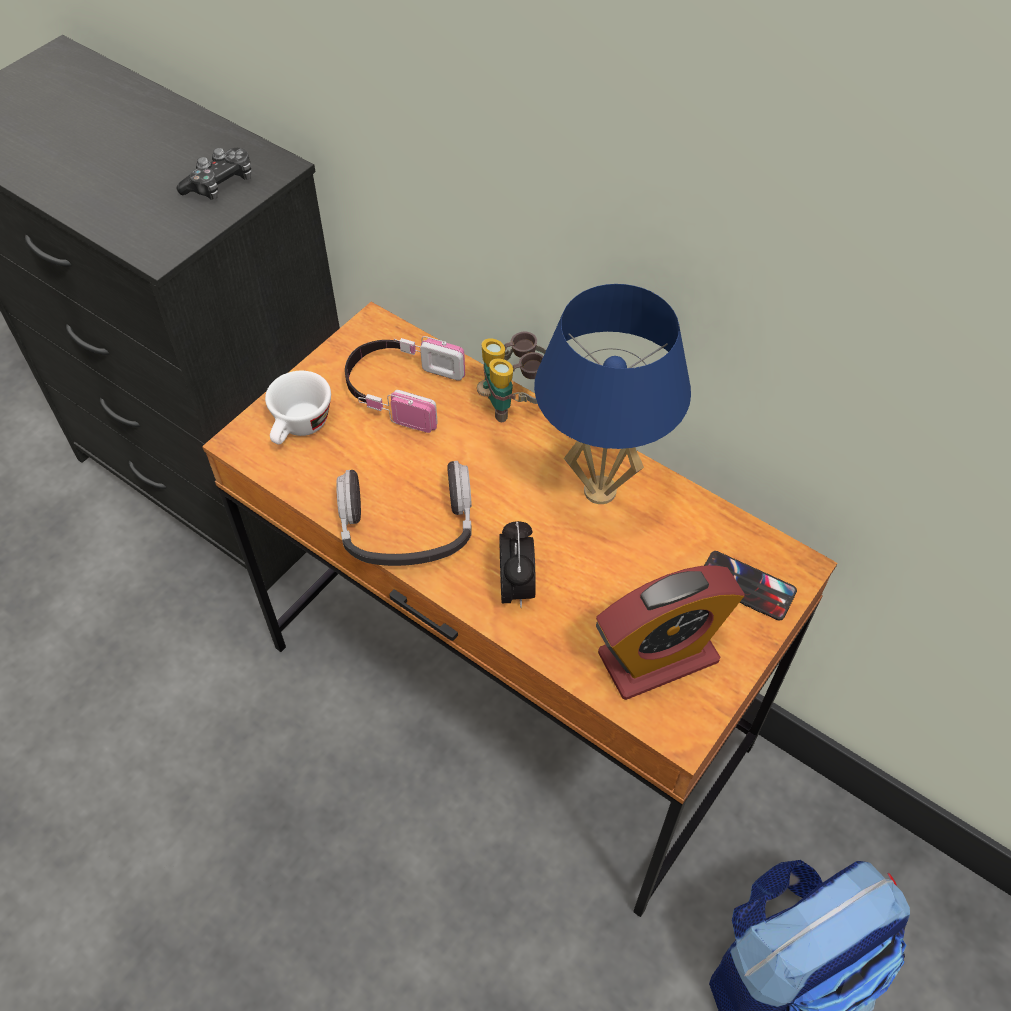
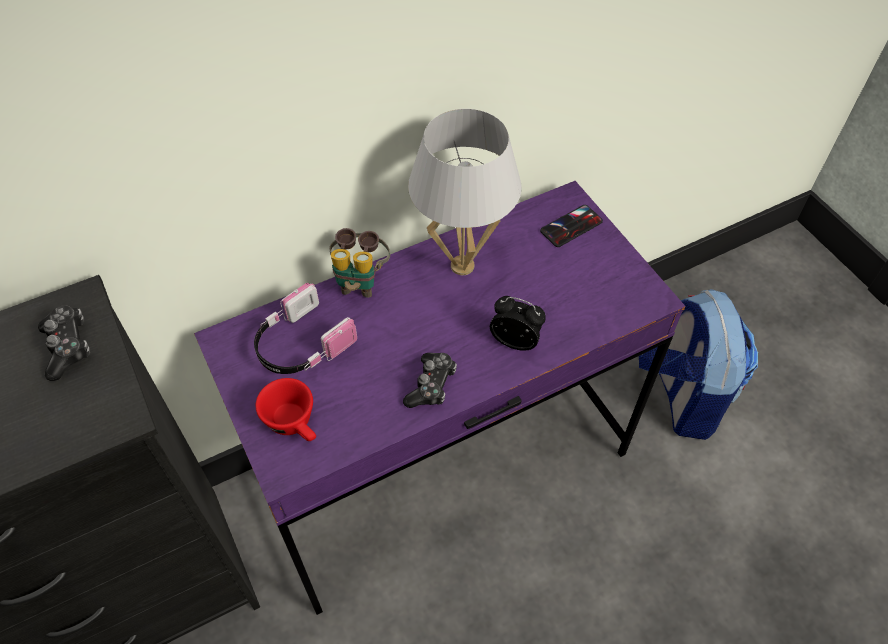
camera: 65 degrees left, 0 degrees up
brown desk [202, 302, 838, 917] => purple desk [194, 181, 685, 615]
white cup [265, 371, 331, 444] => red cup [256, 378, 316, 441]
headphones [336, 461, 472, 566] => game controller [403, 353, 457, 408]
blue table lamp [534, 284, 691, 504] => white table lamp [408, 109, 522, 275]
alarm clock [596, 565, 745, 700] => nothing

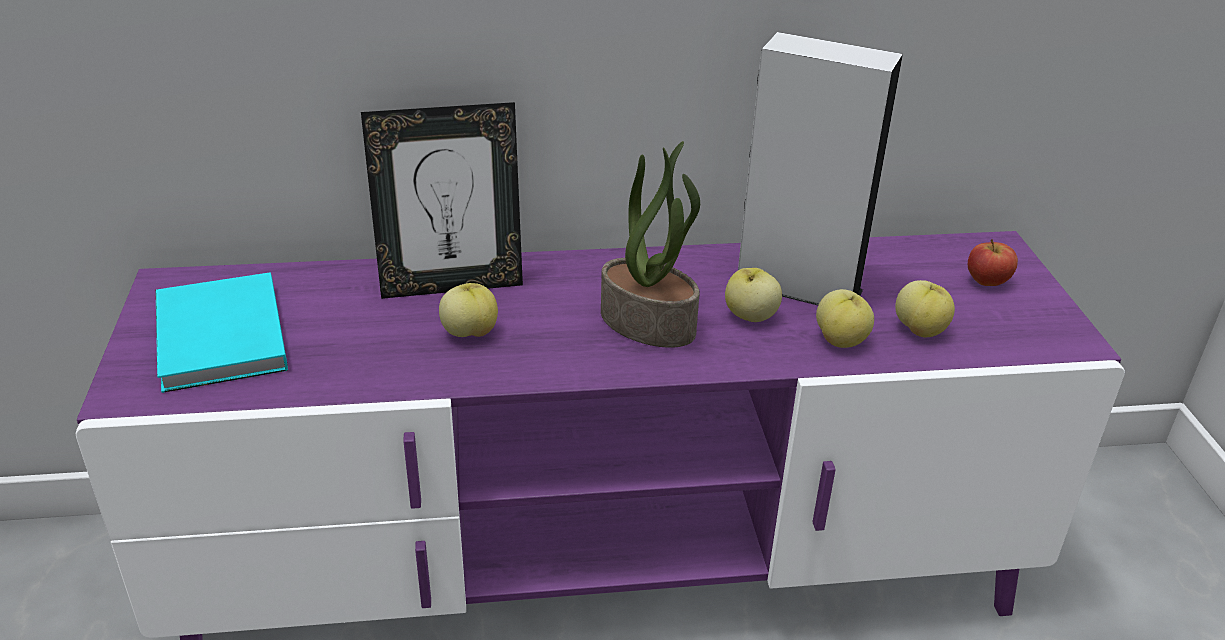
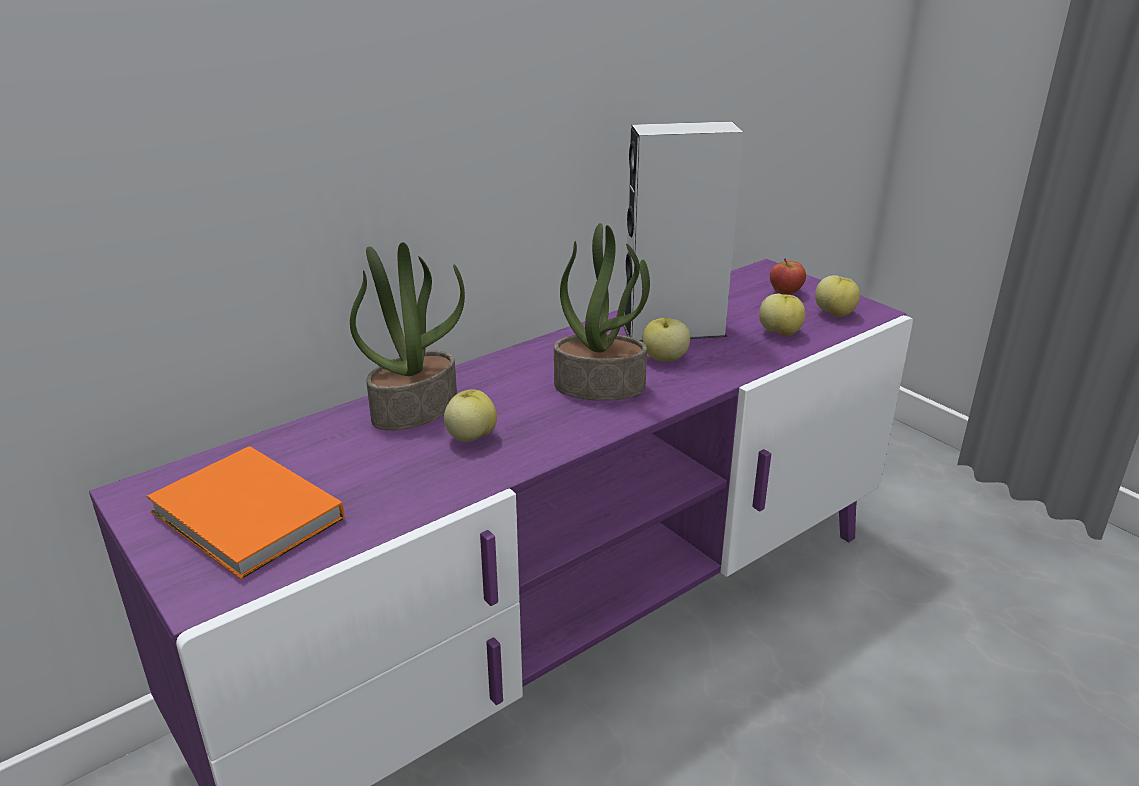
camera: 30 degrees left, 5 degrees down
turquoise book [155, 272, 288, 393] => orange book [146, 446, 344, 579]
picture frame [361, 102, 523, 299] => potted plant [350, 242, 465, 431]
apple [816, 289, 874, 348] => apple [815, 275, 860, 317], moved

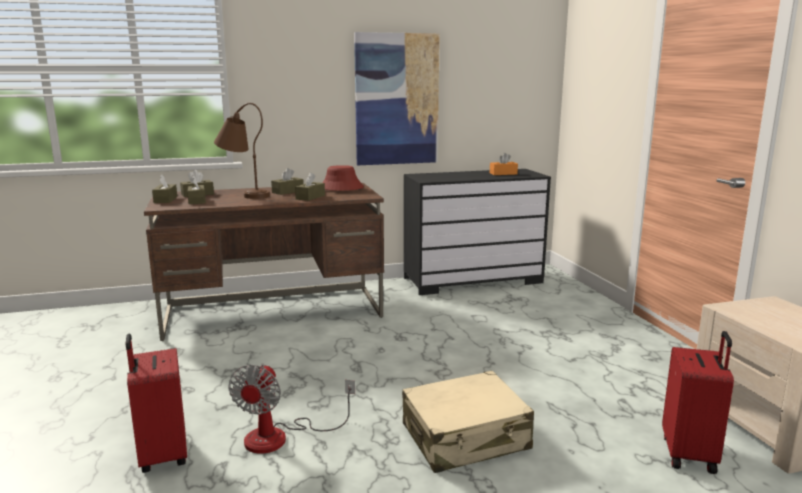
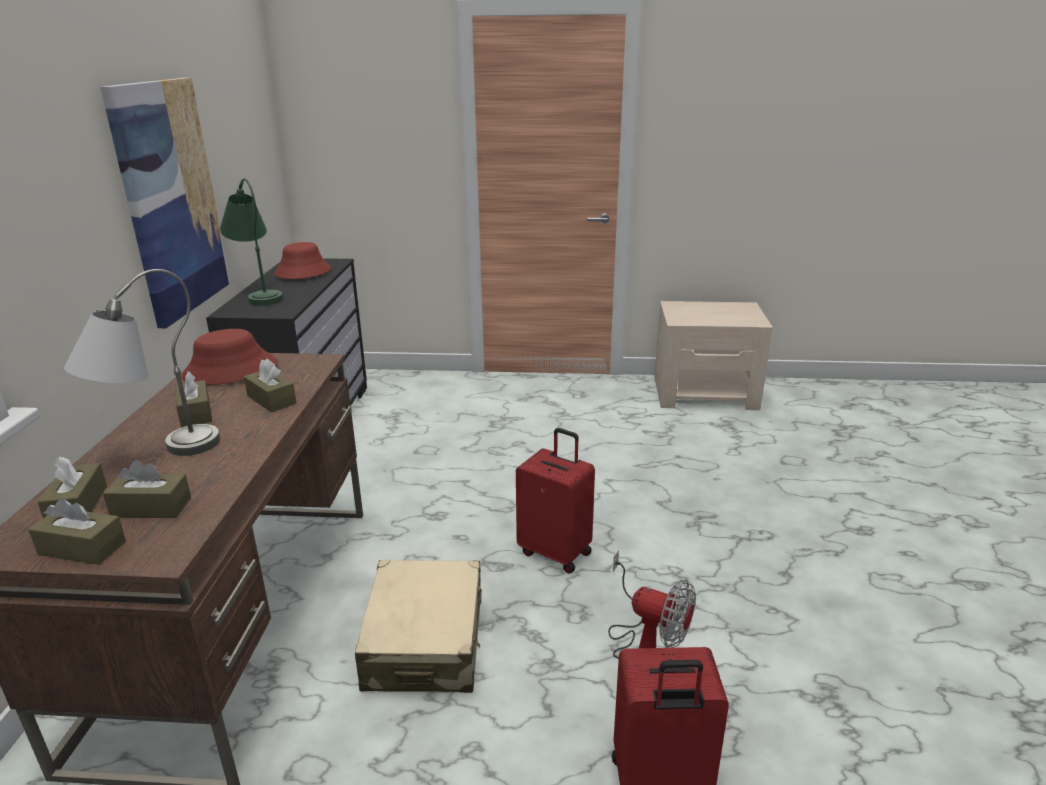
camera: 70 degrees left, 10 degrees up
brown table lamp [214, 103, 270, 199] => grey table lamp [64, 269, 220, 456]
beige suitcase [402, 371, 534, 473] => beige suitcase [355, 560, 482, 693], moved
orange tissue box [490, 153, 518, 175] => red hat [274, 242, 331, 279]
red suitcase [662, 331, 734, 474] => red suitcase [516, 428, 595, 574], moved
nothing => green table lamp [220, 178, 283, 306]

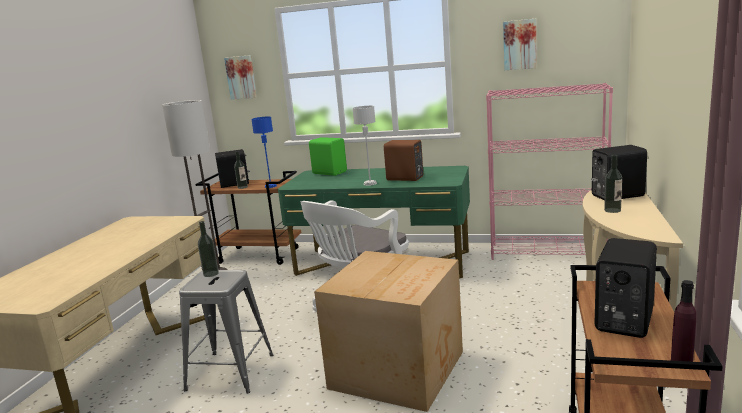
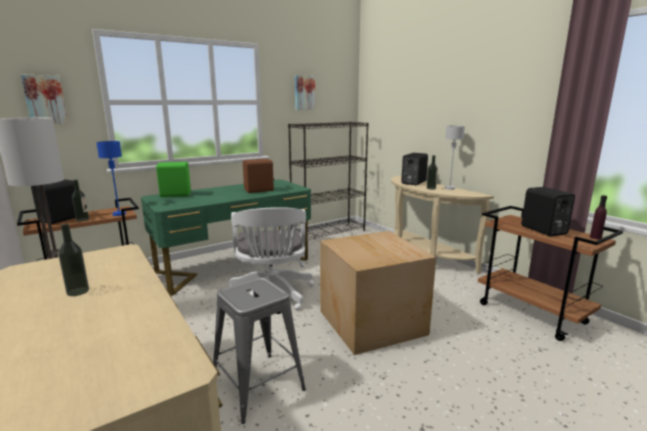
camera: 50 degrees left, 0 degrees up
bottle [198, 221, 219, 277] => bottle [59, 224, 89, 296], moved
grey table lamp [352, 106, 377, 186] => grey table lamp [444, 126, 465, 190], moved
pink bookcase [486, 83, 613, 260] => black bookcase [288, 122, 369, 240]

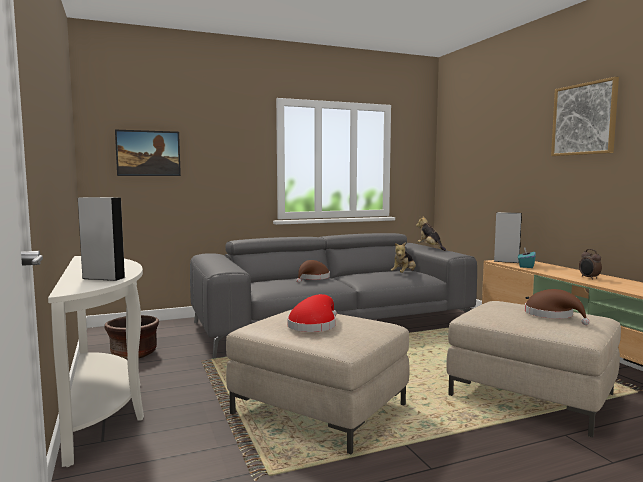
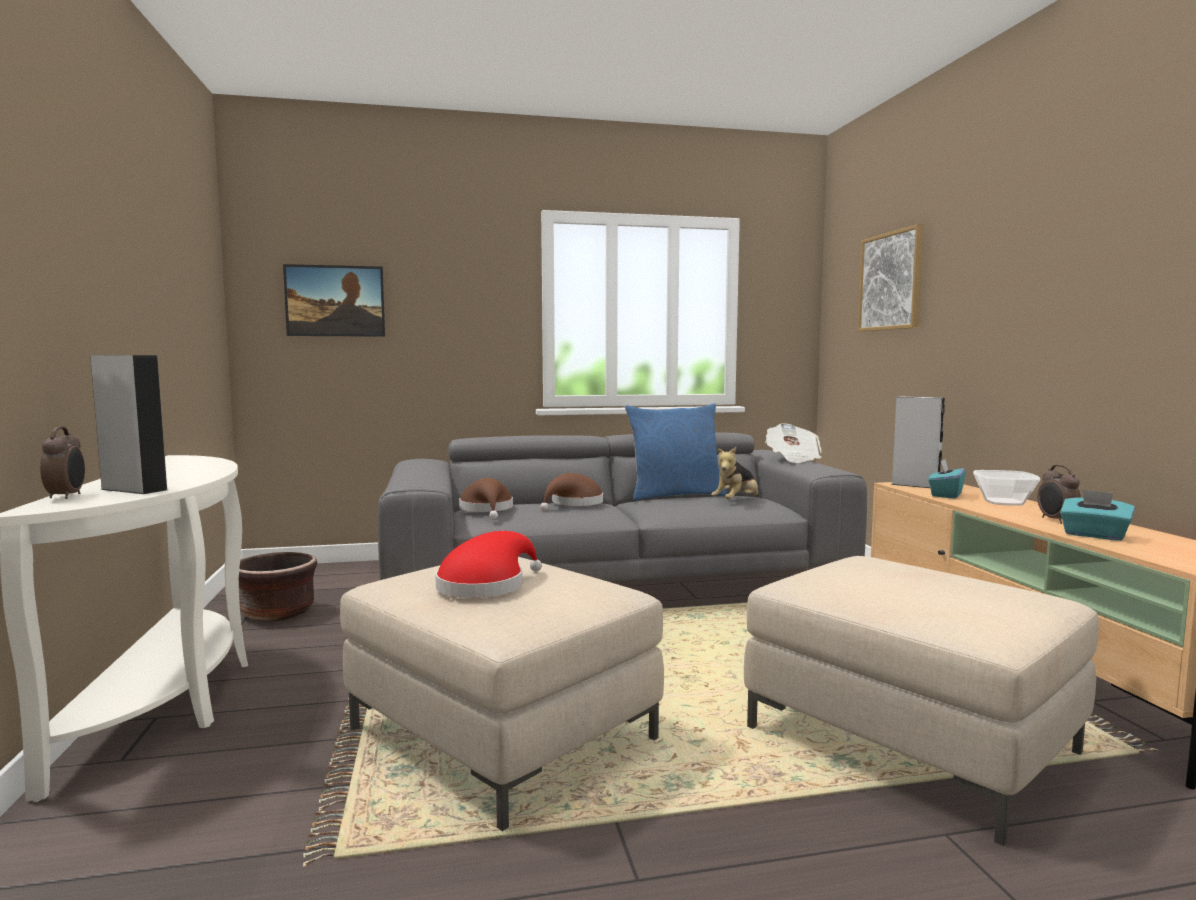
camera: 10 degrees right, 0 degrees up
plush toy [416, 216, 446, 251] => newspaper [765, 423, 822, 463]
brown hat [525, 289, 590, 325] => brown hat [459, 478, 513, 519], moved
picture [551, 77, 619, 156] => picture [857, 224, 924, 332], moved
nothing => alarm clock [40, 427, 85, 499]
nothing => blue pillow [625, 403, 727, 501]
nothing => bowl [973, 470, 1040, 506]
nothing => turquoise tissue box [1060, 489, 1135, 541]

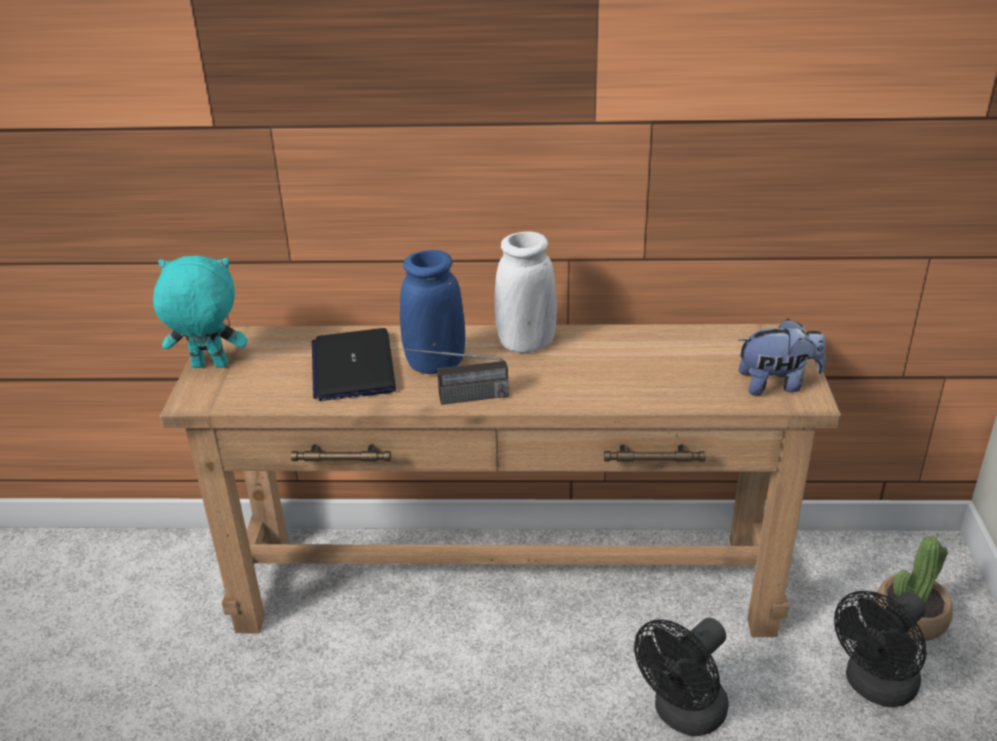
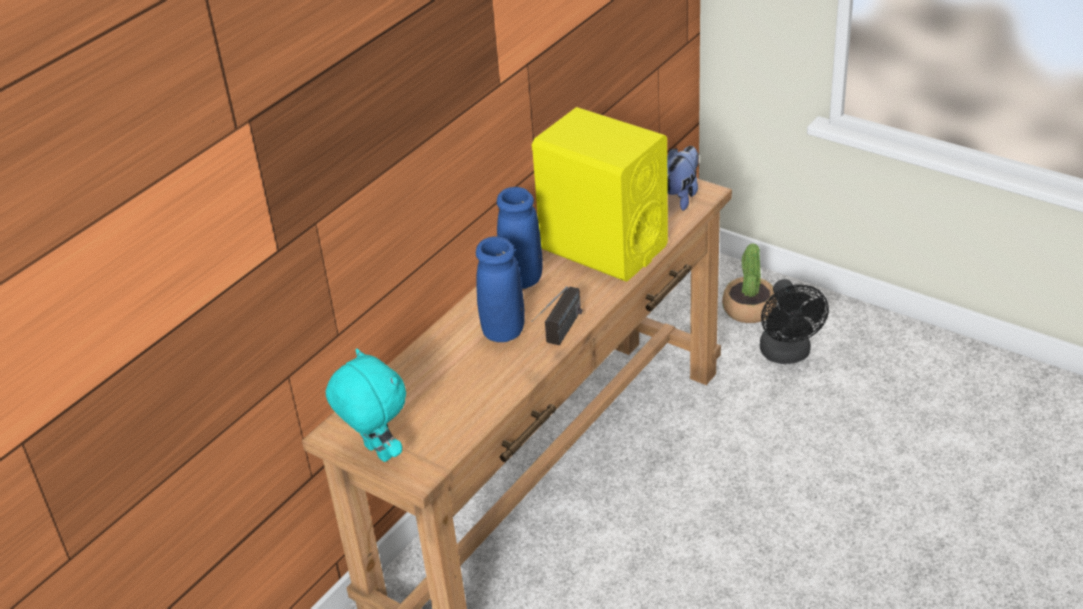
camera: 55 degrees left, 5 degrees up
turquoise plush toy [153, 256, 247, 368] => turquoise plush toy [326, 348, 406, 462], 105 degrees clockwise
laptop [312, 328, 396, 401] => nothing
white vase [495, 231, 557, 353] => blue vase [497, 187, 543, 289]
black fan [634, 618, 729, 736] => nothing
nothing => yellow speaker [531, 107, 668, 282]

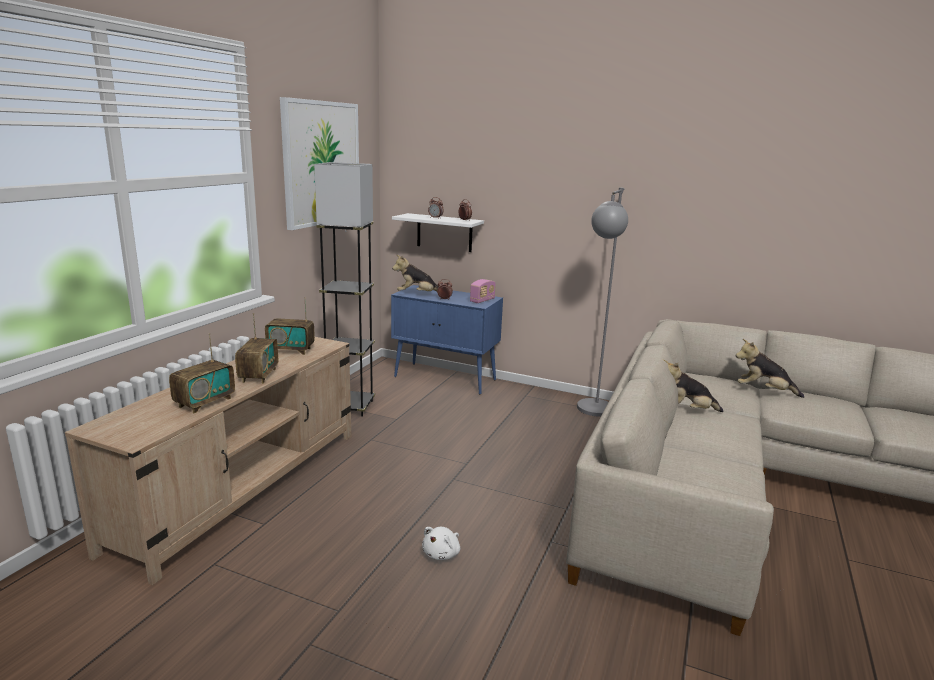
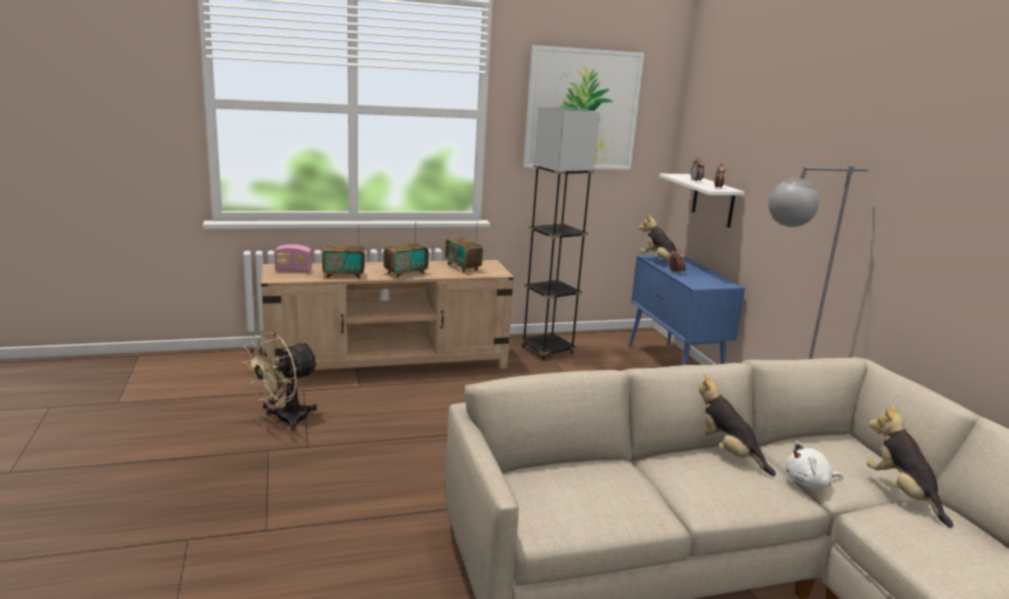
camera: 50 degrees right, 0 degrees up
white plush toy [422, 527, 460, 560] => white plush toy [785, 441, 843, 489], moved
radio [470, 279, 496, 303] => radio [274, 244, 312, 272], moved
nothing => beige fan [242, 332, 319, 431]

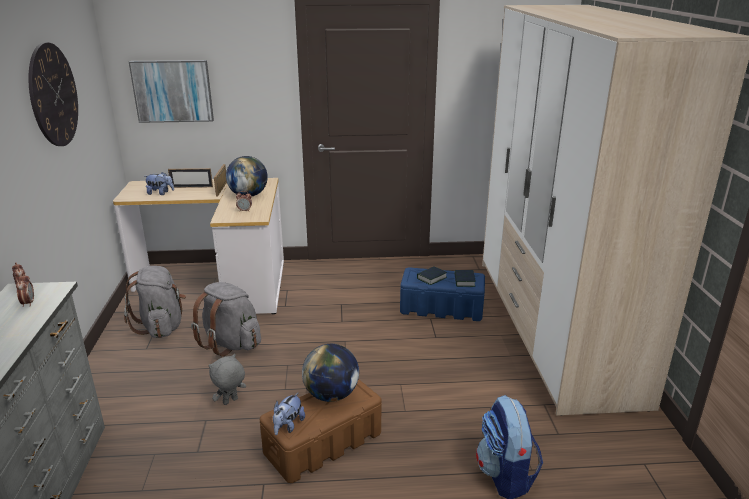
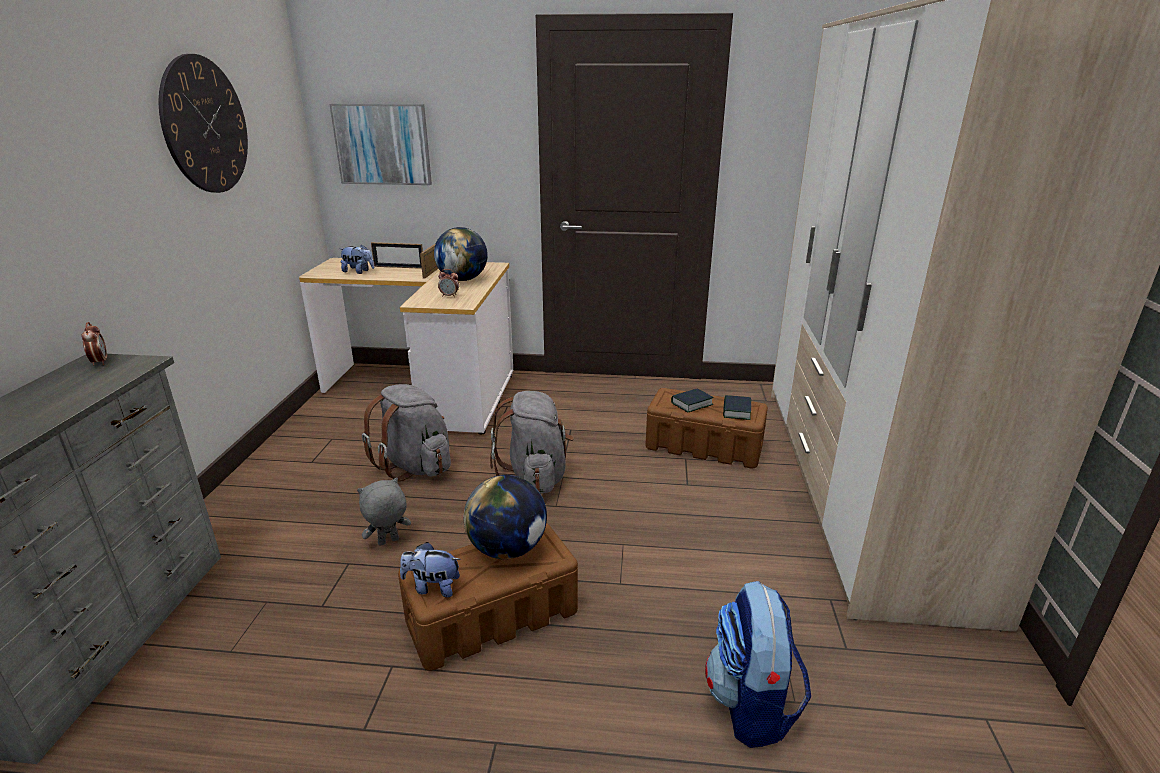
camera: 10 degrees right, 0 degrees up
alarm clock [16, 274, 34, 307] => nothing
grey backpack [124, 266, 186, 338] => grey backpack [490, 391, 574, 494], moved
plush toy [273, 392, 305, 435] => plush toy [400, 542, 461, 597], 60 degrees clockwise
blue storage box [400, 267, 485, 321] => brown storage box [645, 388, 768, 468]

